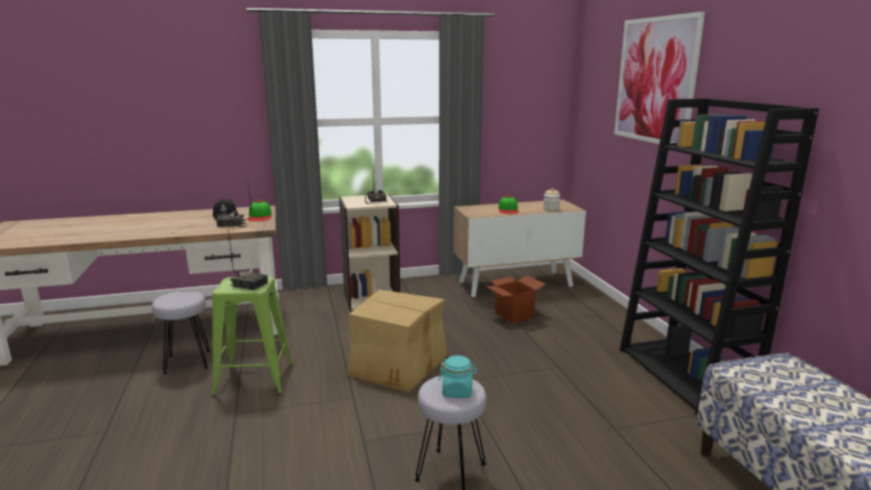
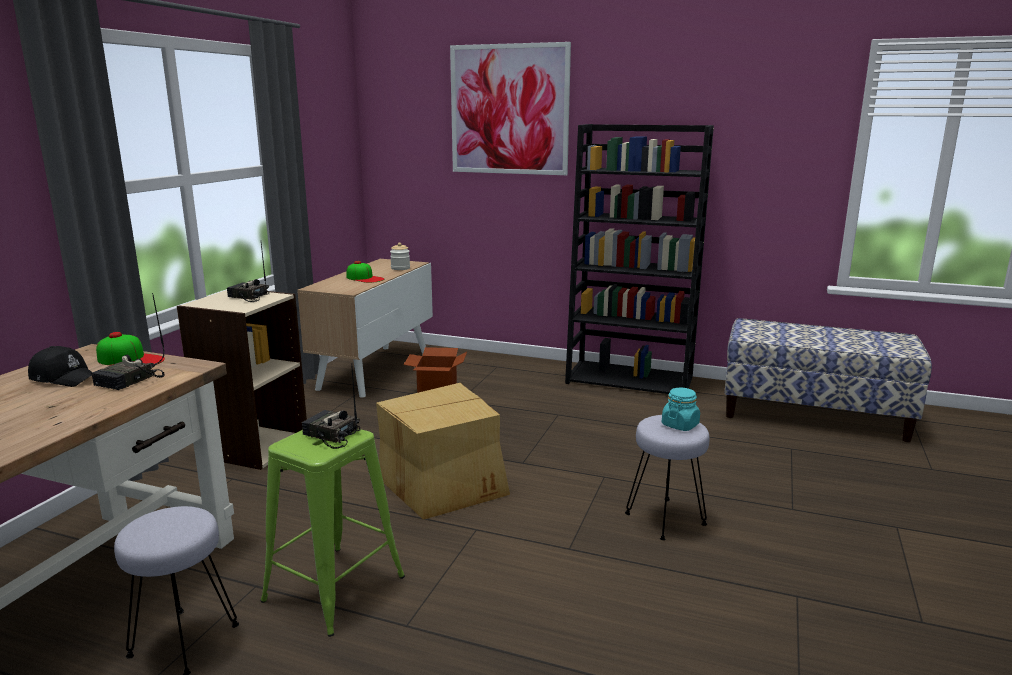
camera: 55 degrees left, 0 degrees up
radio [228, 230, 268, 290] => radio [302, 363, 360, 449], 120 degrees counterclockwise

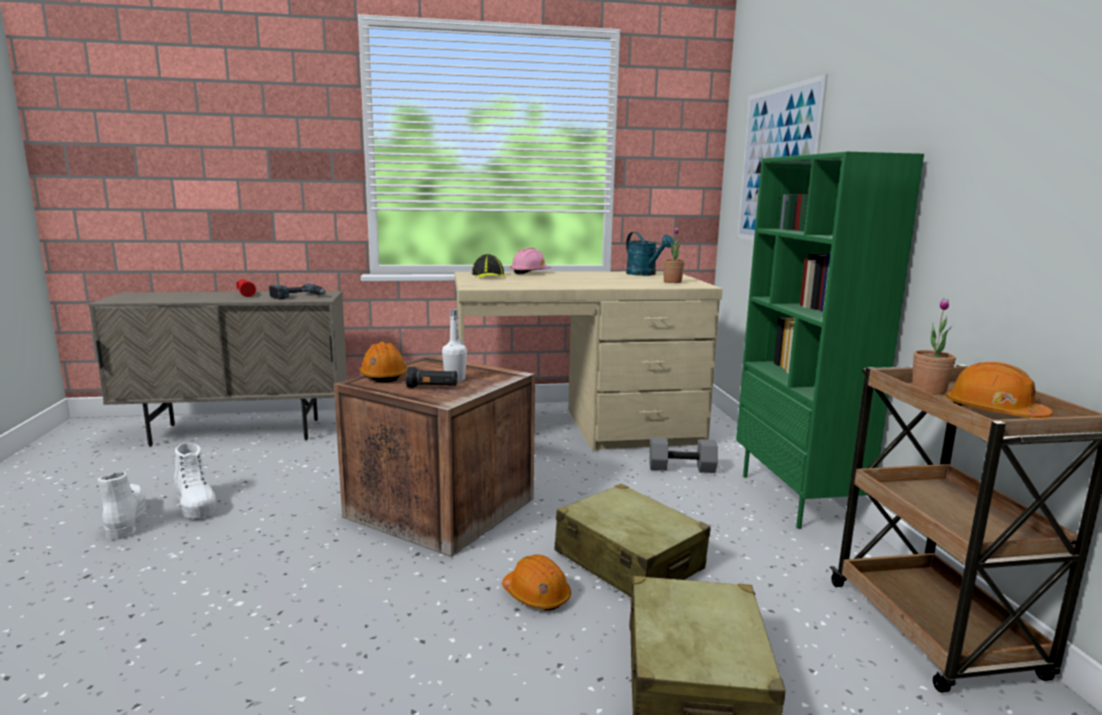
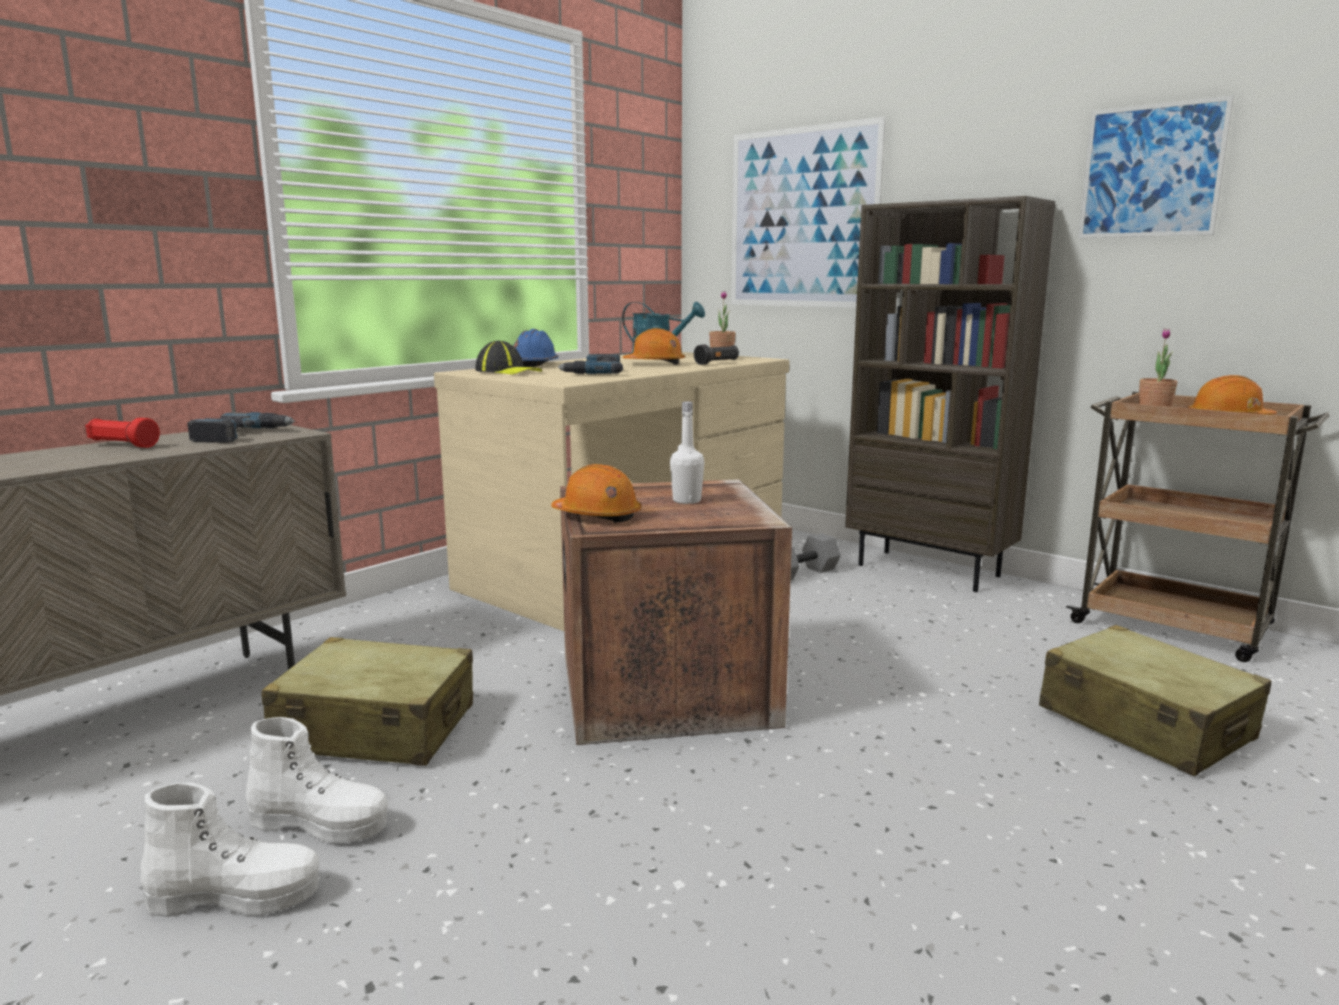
camera: 40 degrees left, 0 degrees up
white boot [98, 472, 146, 540] => white boot [141, 783, 319, 917], 150 degrees clockwise
black flashlight [406, 367, 457, 388] => black flashlight [694, 344, 739, 365], moved
orange hard hat [502, 554, 571, 611] => orange hard hat [622, 328, 685, 365], moved
pink hard hat [510, 248, 551, 274] => blue hard hat [513, 329, 559, 367]
beige suitcase [555, 484, 710, 598] => beige suitcase [262, 637, 473, 766], moved
green bookcase [736, 152, 924, 529] => brown bookcase [845, 196, 1055, 592]
nothing => power drill [557, 354, 623, 374]
nothing => picture [1078, 95, 1234, 238]

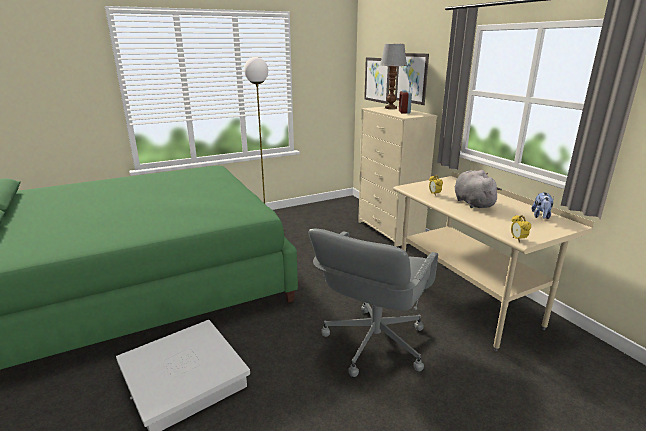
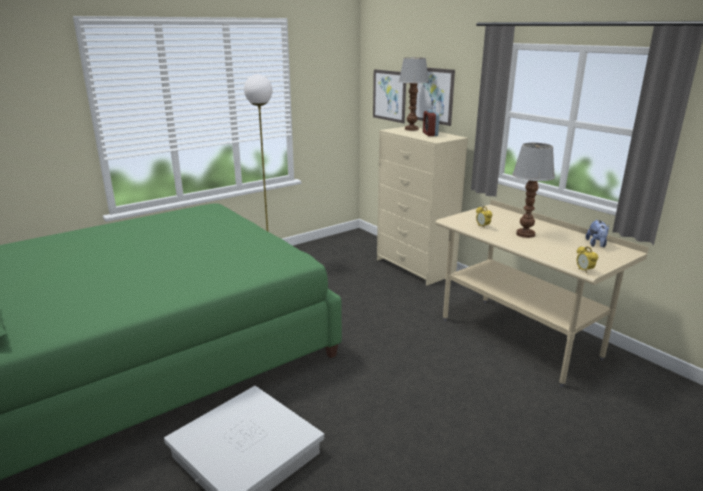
camera: 10 degrees left, 0 degrees up
grey office chair [308, 229, 438, 377] => nothing
grey plush toy [455, 170, 502, 208] => table lamp [512, 143, 555, 238]

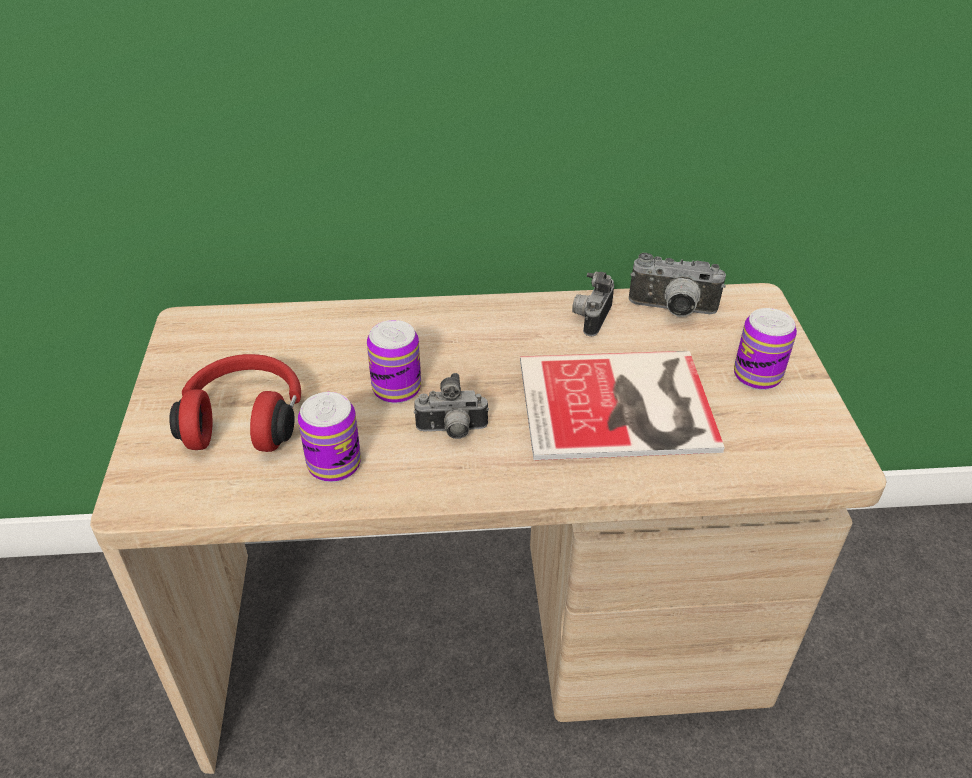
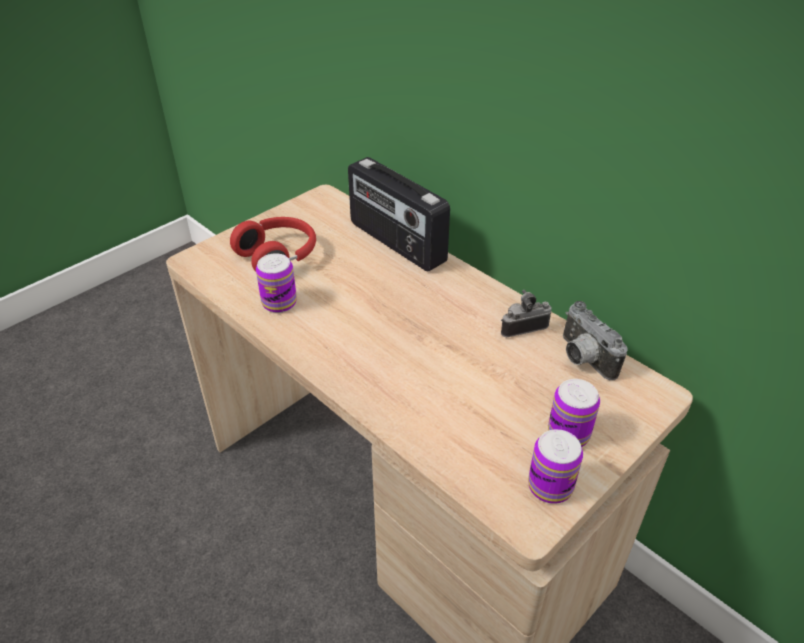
camera: 50 degrees right, 0 degrees up
can [367, 320, 421, 403] => can [528, 429, 583, 504], moved
photo camera [414, 373, 489, 439] => nothing
book [520, 351, 725, 460] => nothing
nothing => radio [348, 157, 450, 272]

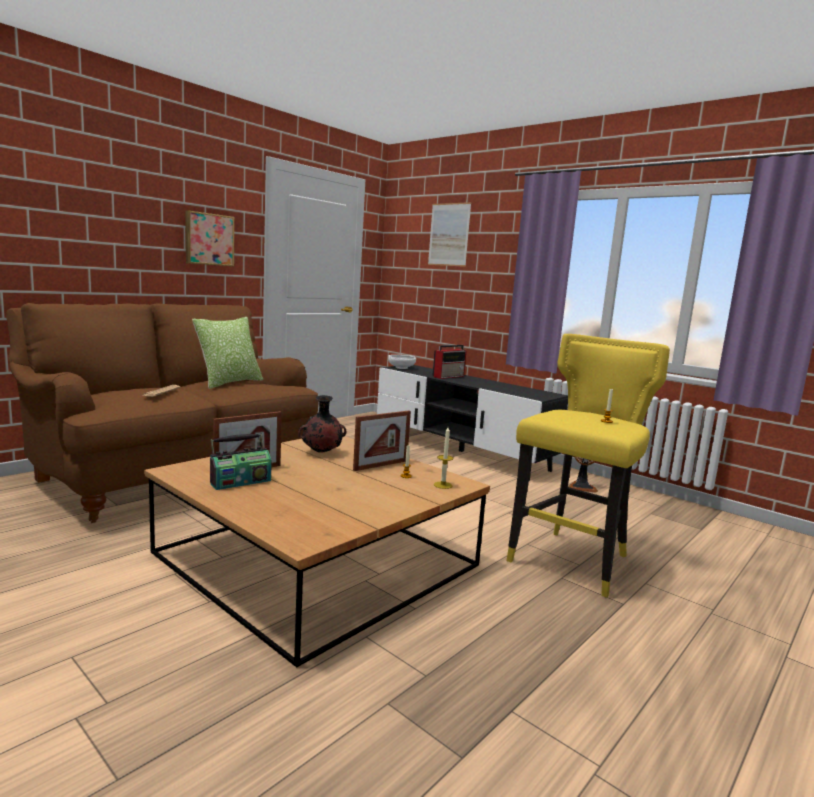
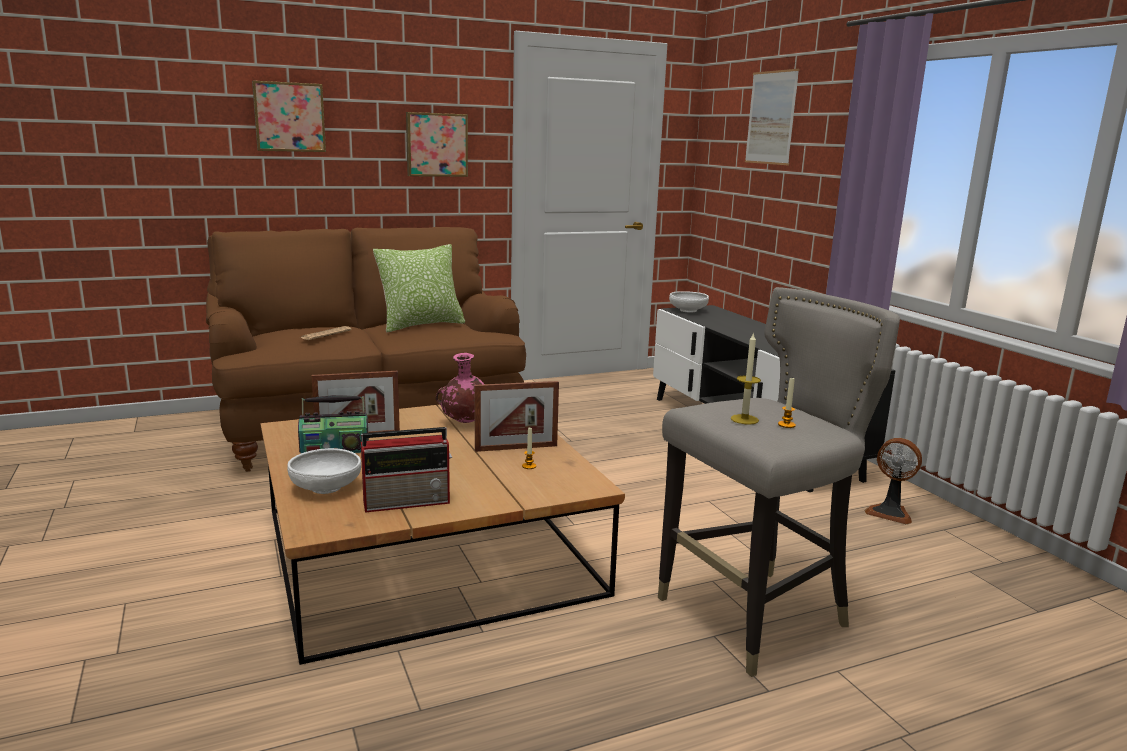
camera: 25 degrees right, 5 degrees up
black vase [298, 395, 347, 453] => pink vase [436, 353, 484, 423]
radio [432, 345, 466, 379] => radio [361, 427, 452, 513], moved
candle [434, 427, 454, 489] => candle [731, 332, 761, 425], moved
yellow stool [507, 334, 670, 598] => grey stool [658, 287, 900, 677]
nothing => picture [252, 80, 326, 152]
nothing => white bowl [287, 448, 361, 494]

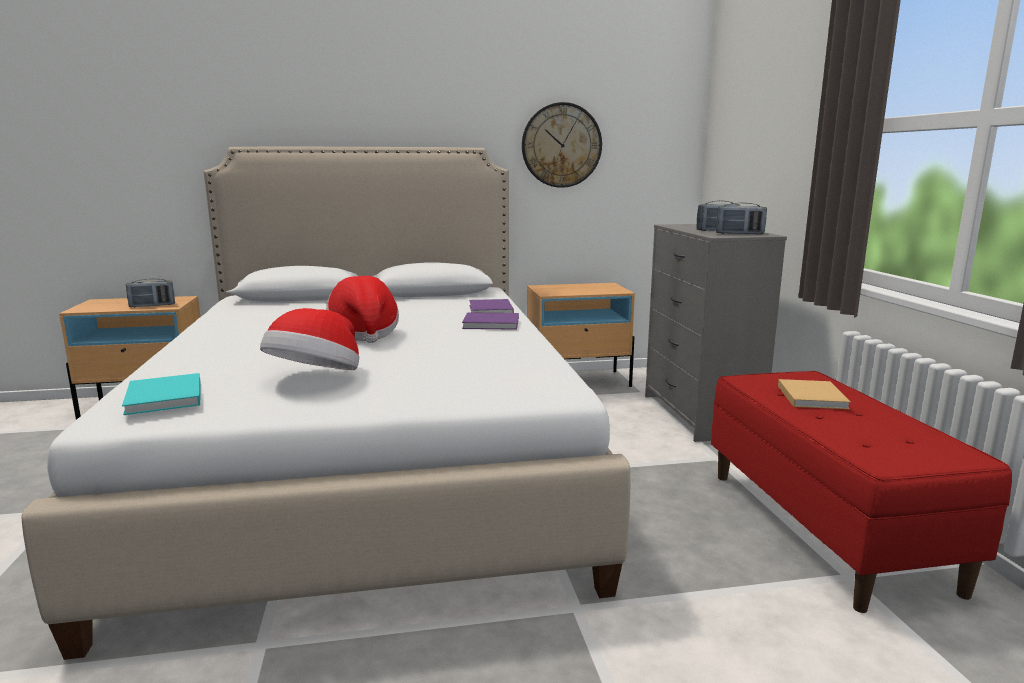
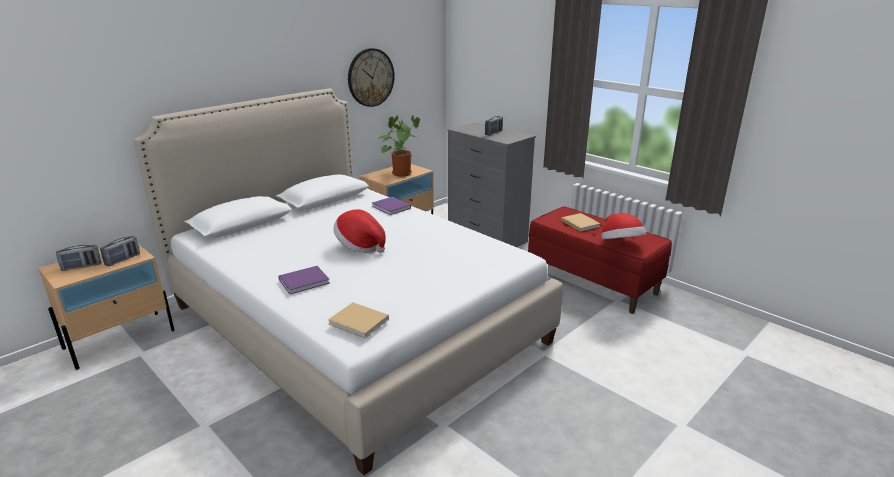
camera: 35 degrees left, 10 degrees up
turquoise book [122, 373, 201, 415] => beige book [328, 302, 389, 338]
hat [260, 308, 359, 370] => hat [601, 213, 646, 239], moved
purple book [462, 312, 519, 330] => purple book [278, 266, 330, 294], moved
radio [716, 203, 767, 235] => radio [56, 245, 101, 271], moved
nothing => potted plant [378, 116, 420, 177]

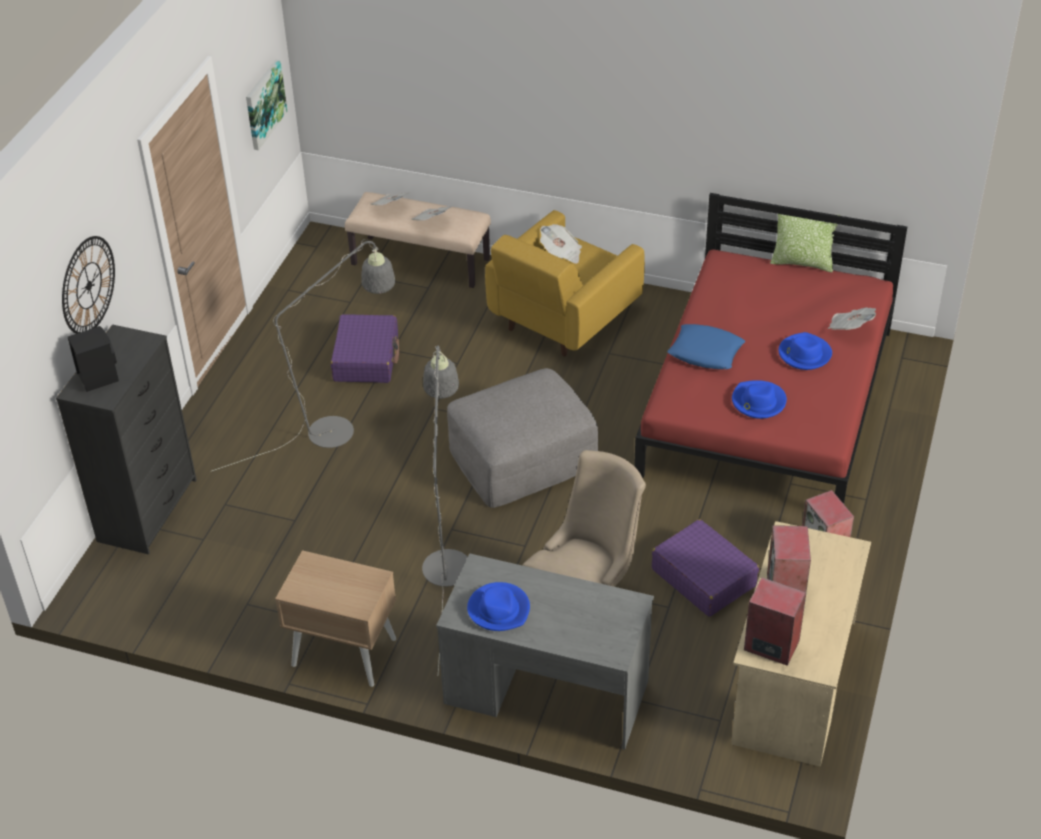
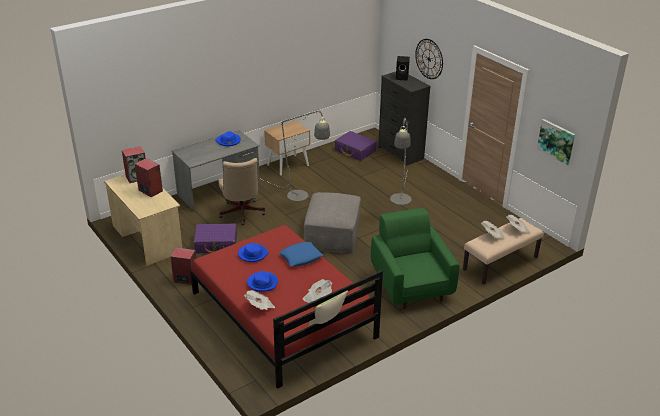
camera: 125 degrees right, 10 degrees down
purple suitcase [331, 314, 399, 383] => purple suitcase [335, 131, 377, 161], moved
yellow armchair [485, 210, 645, 357] => green armchair [371, 208, 459, 309]
newspaper [540, 224, 582, 264] => newspaper [303, 279, 332, 303], moved

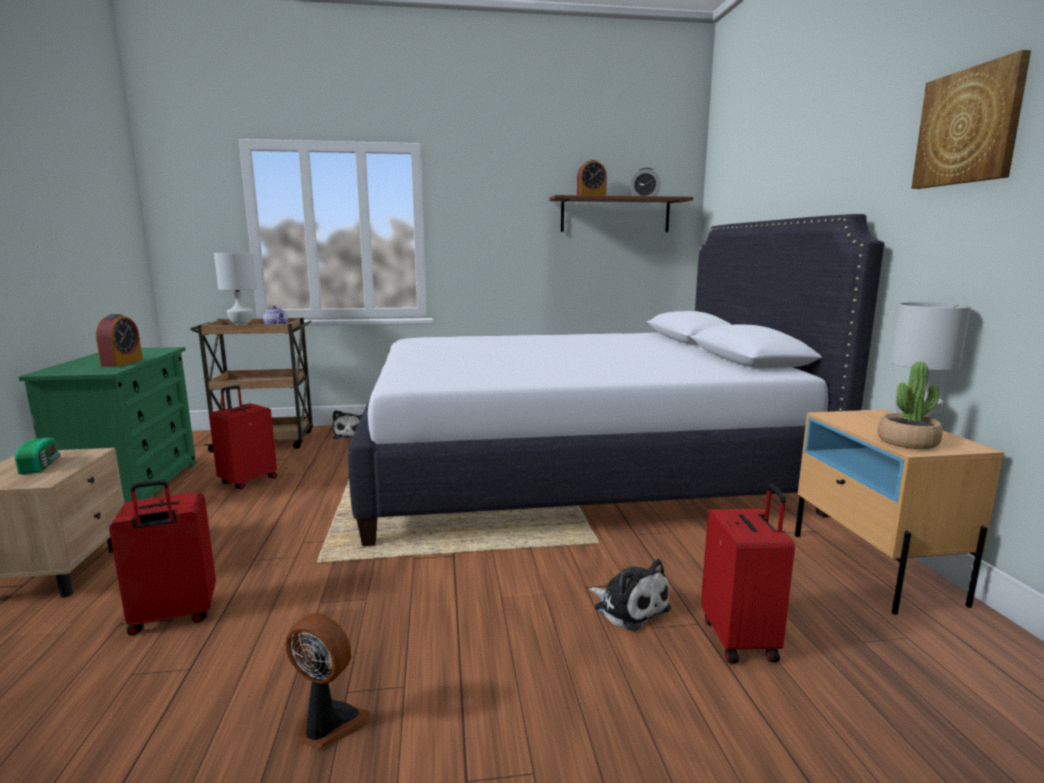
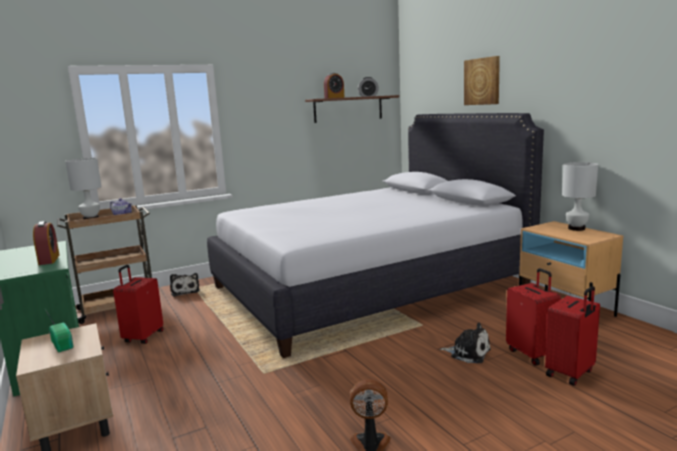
camera: 20 degrees left, 0 degrees up
red suitcase [109, 480, 216, 636] => red suitcase [545, 286, 600, 386], moved
potted plant [878, 362, 943, 449] => nothing
picture [911, 50, 1031, 189] => picture [464, 56, 500, 105], moved

